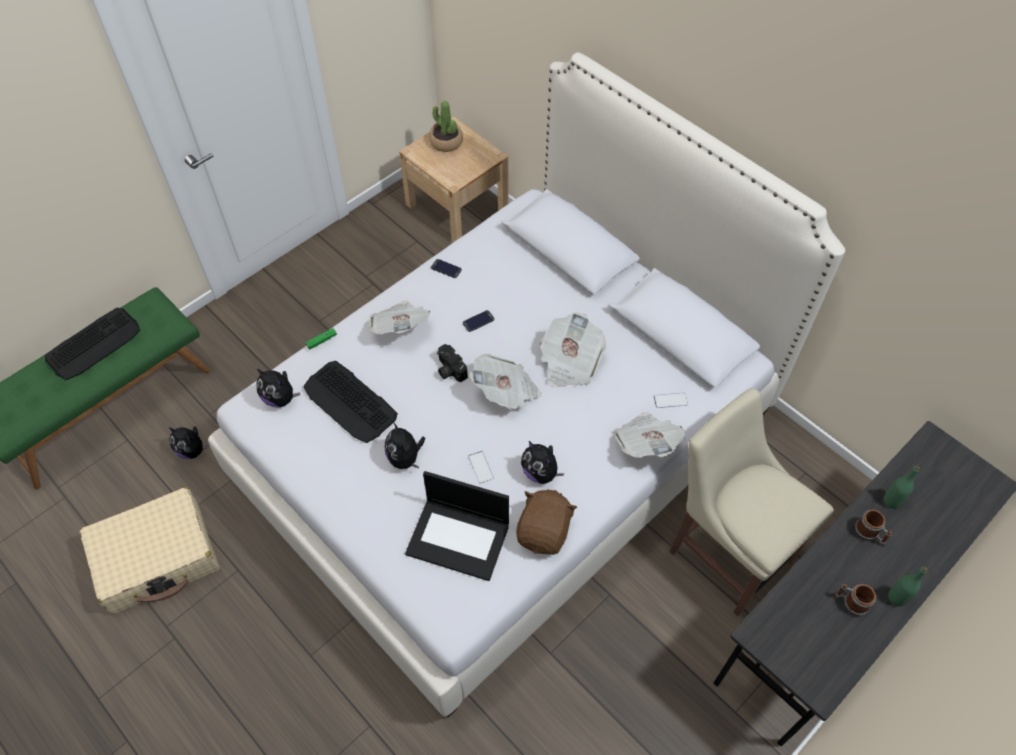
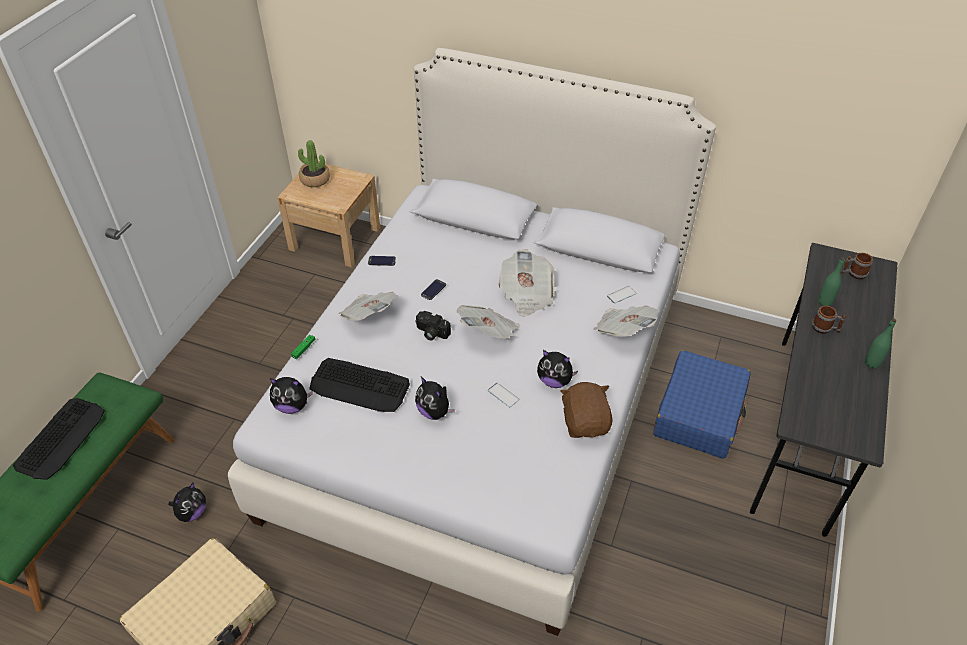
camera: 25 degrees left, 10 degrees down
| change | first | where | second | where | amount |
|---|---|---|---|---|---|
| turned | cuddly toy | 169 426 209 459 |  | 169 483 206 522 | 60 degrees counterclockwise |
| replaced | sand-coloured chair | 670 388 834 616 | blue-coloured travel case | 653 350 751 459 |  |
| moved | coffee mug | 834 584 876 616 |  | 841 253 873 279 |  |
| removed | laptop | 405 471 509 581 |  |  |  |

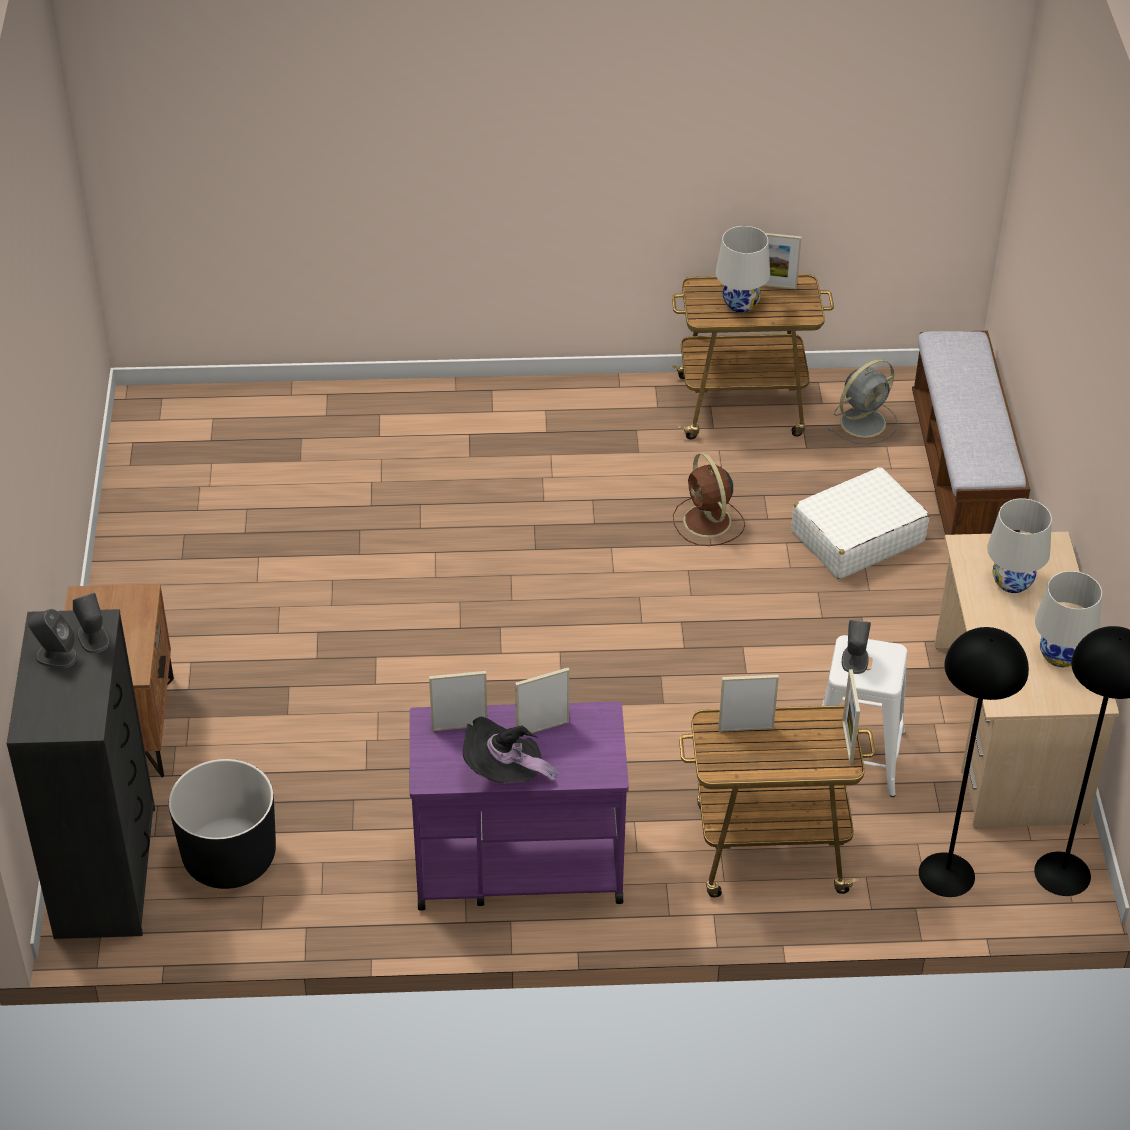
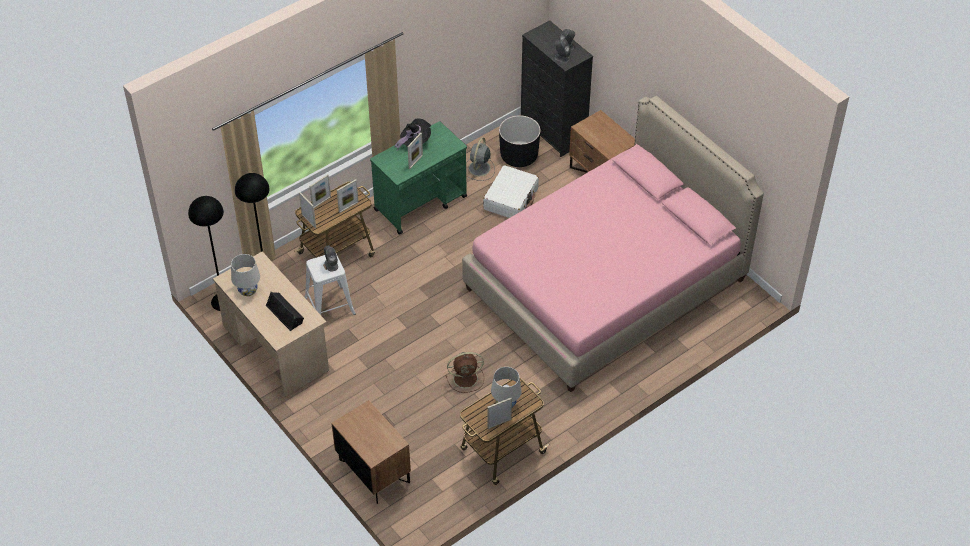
camera: 145 degrees right, 5 degrees up
| change | first | where | second | where | amount |
|---|---|---|---|---|---|
| replaced | white table lamp | 987 498 1052 593 | black speaker | 266 292 304 331 |  |
| moved | standing frame | 429 671 487 731 |  | 310 174 331 208 |  |
| replaced | long seat | 912 331 1030 535 | brownish bedside table | 332 400 411 504 |  |
| recoloured | purplish cart | 410 702 629 911 | greenish cart | 370 121 467 235 |  |
| turned | brownish electric fan | 673 453 745 546 |  | 446 352 484 393 | 135 degrees clockwise |
| added |  |  | pinkish sleeping bed | 462 96 764 392 |  |
| moved | gray electric fan | 828 359 898 444 |  | 466 137 495 181 |  |
| moved | white travel case | 791 467 929 579 |  | 483 165 539 218 |  |

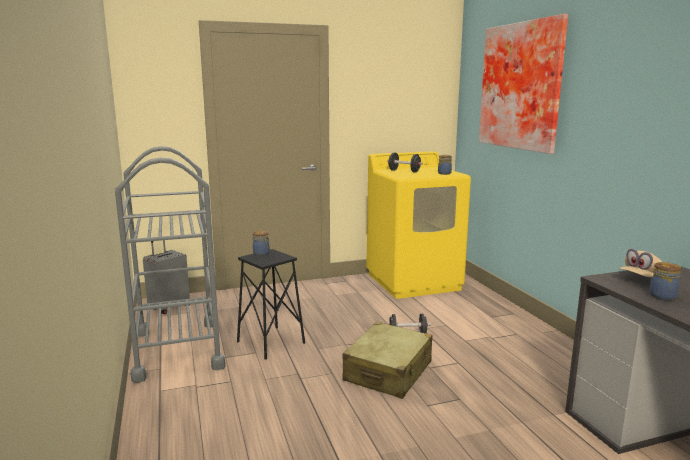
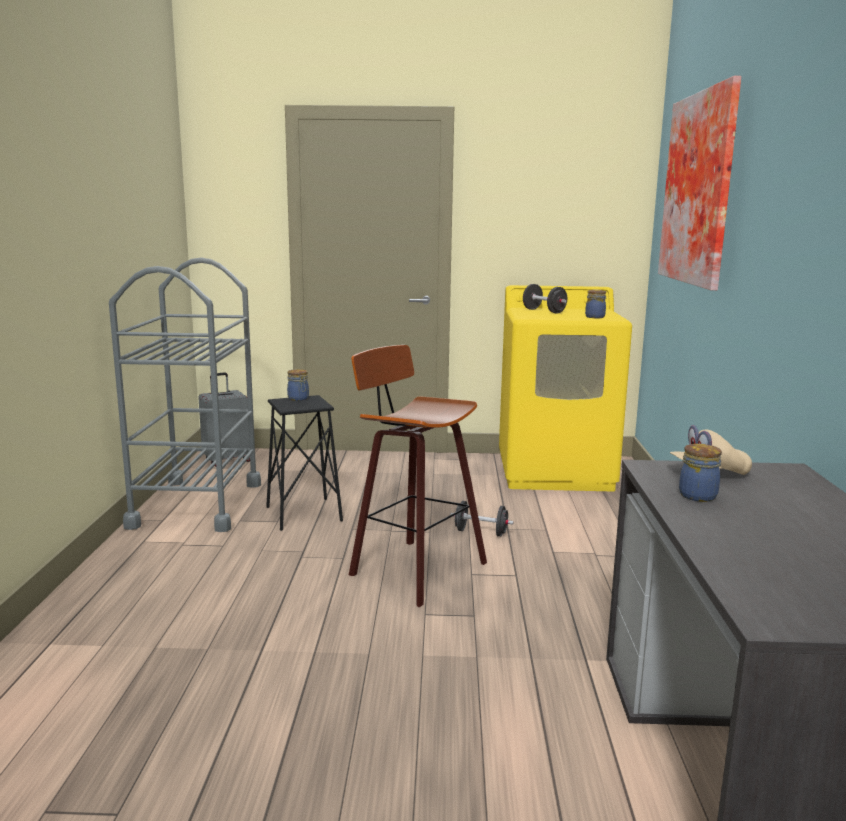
camera: 20 degrees right, 0 degrees up
| change | first | where | second | where | amount |
|---|---|---|---|---|---|
| replaced | sand-coloured travel case | 342 322 432 399 | stool seat | 349 345 487 607 |  |

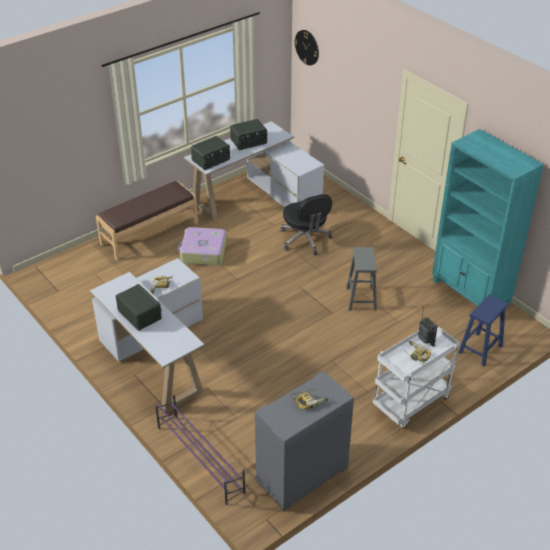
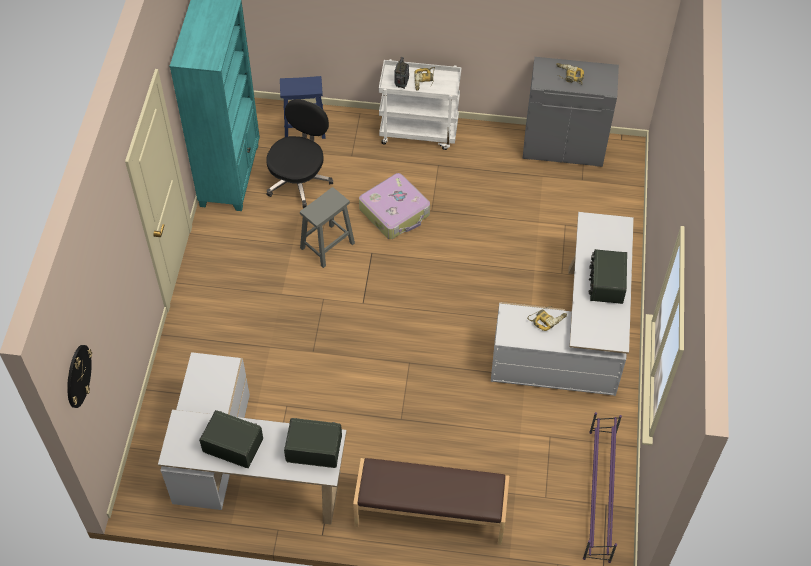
camera: 135 degrees left, 15 degrees up
| change | first | where | second | where | amount |
|---|---|---|---|---|---|
| moved | black computer chair | 281 194 332 255 |  | 266 99 333 208 |  |
| moved | travel case | 178 227 227 266 |  | 359 173 430 239 |  |
| moved | purplish shoe shelf | 155 395 246 505 |  | 583 412 622 563 |  |

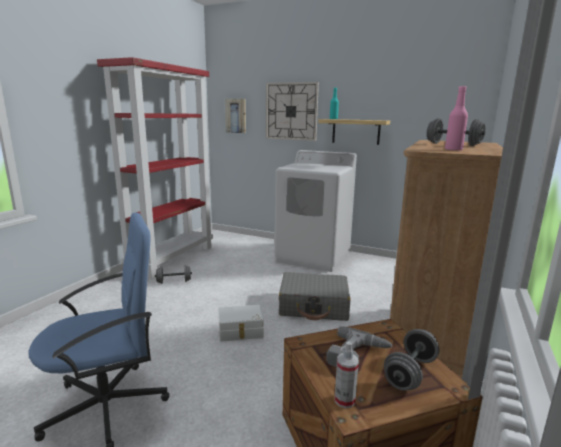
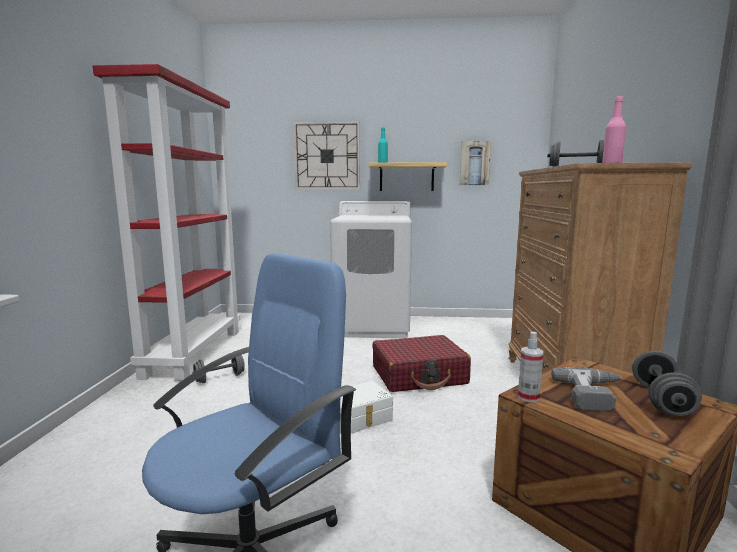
camera: 20 degrees left, 5 degrees down
| change | first | where | second | where | amount |
|---|---|---|---|---|---|
| recoloured | gray travel case | 279 272 351 321 | reddish travel case | 372 335 471 392 |  |
| moved | wall picture | 225 99 246 133 |  | 460 141 491 185 |  |
| moved | spray bottle | 335 341 359 408 |  | 518 332 543 402 |  |

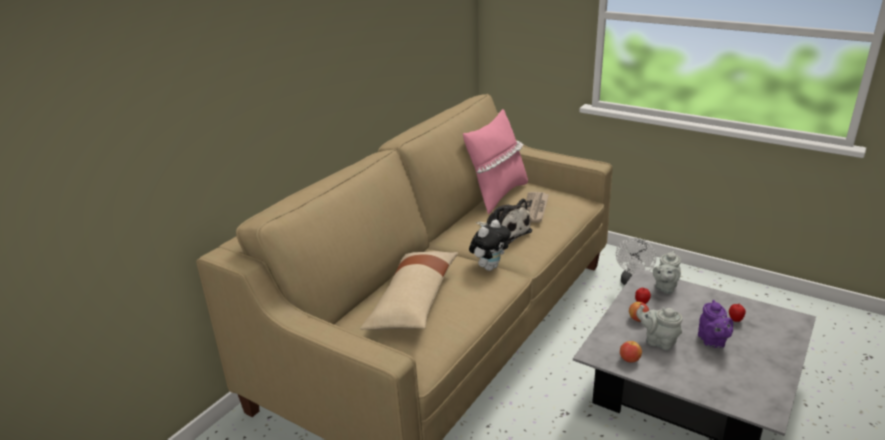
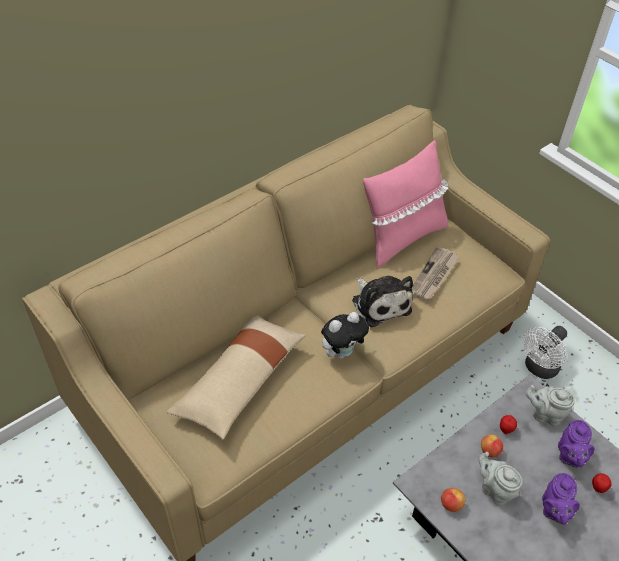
camera: 15 degrees right, 20 degrees up
| change | first | where | second | where | amount |
|---|---|---|---|---|---|
| turned | gray tea pot | 653 251 681 294 |  | 526 385 575 426 | 60 degrees clockwise |
| added |  |  | purplish tea pot | 558 420 594 468 |  |

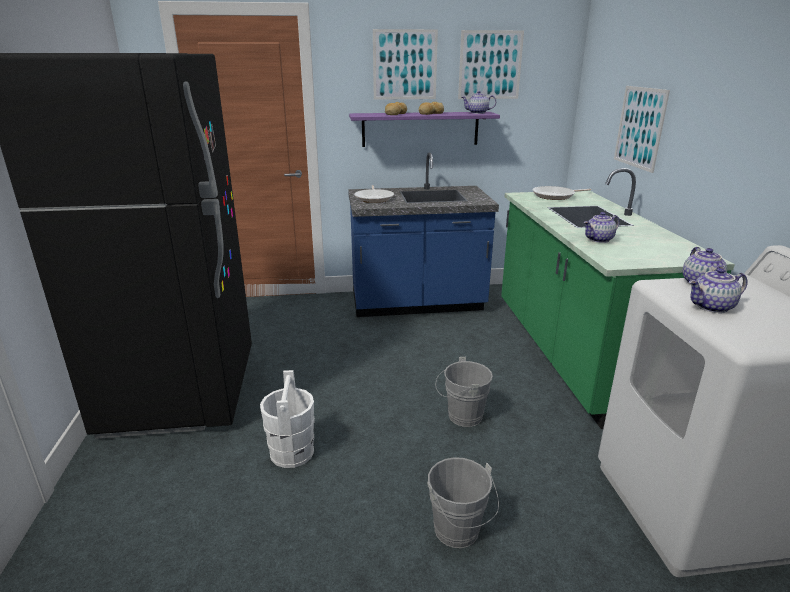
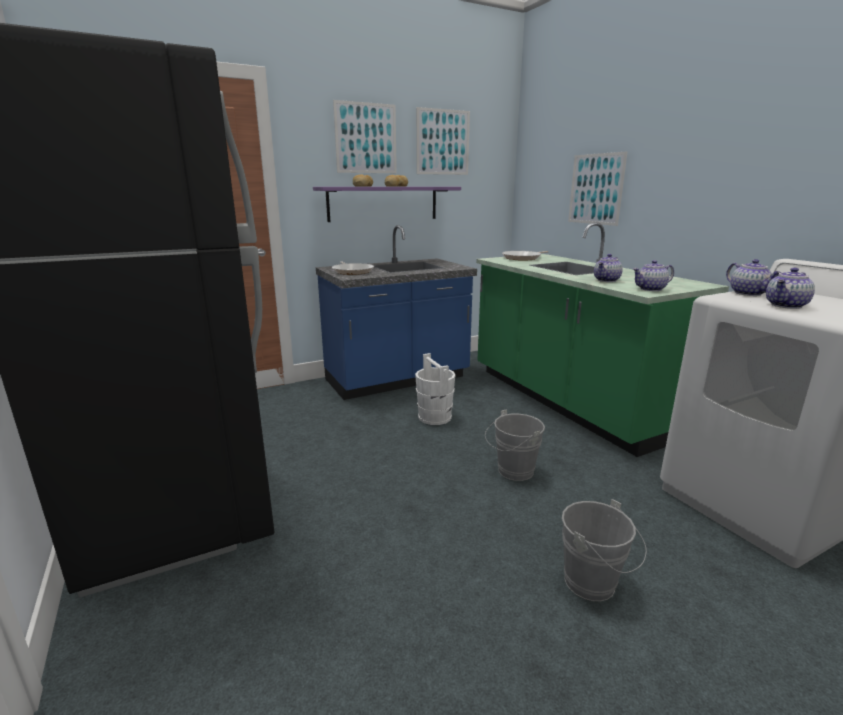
camera: 20 degrees left, 5 degrees down
| change | first | where | second | where | amount |
|---|---|---|---|---|---|
| moved | white pail | 260 370 315 468 |  | 415 353 456 425 |  |
| moved | tea pot | 462 91 496 114 |  | 633 260 674 291 |  |

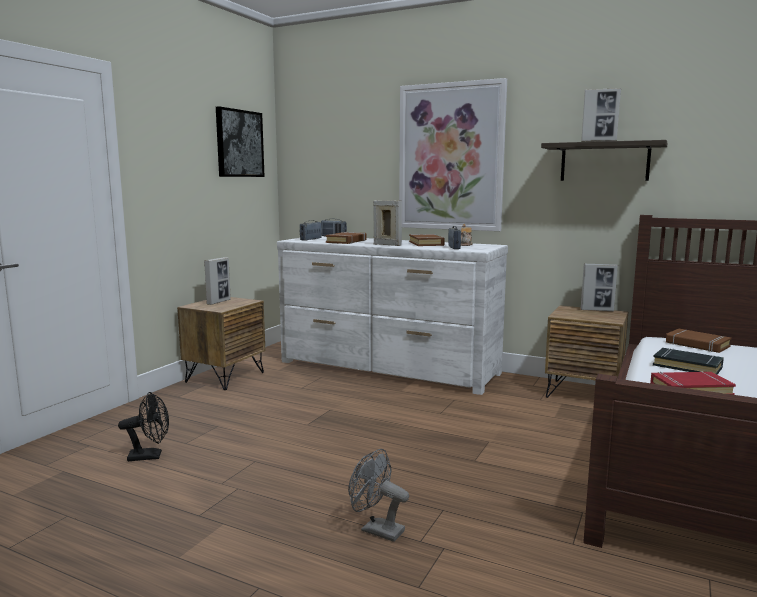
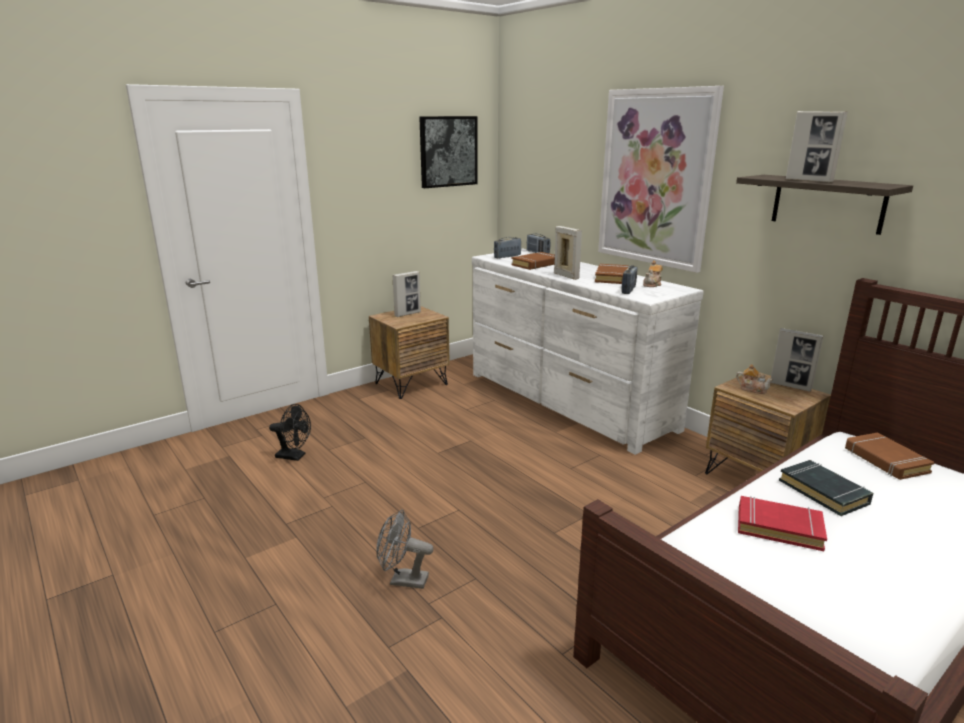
camera: 25 degrees right, 10 degrees up
| change | first | where | second | where | amount |
|---|---|---|---|---|---|
| turned | gray electric fan | 348 449 409 542 |  | 376 509 433 589 | 45 degrees counterclockwise |
| added |  |  | tea pot | 736 364 773 394 |  |

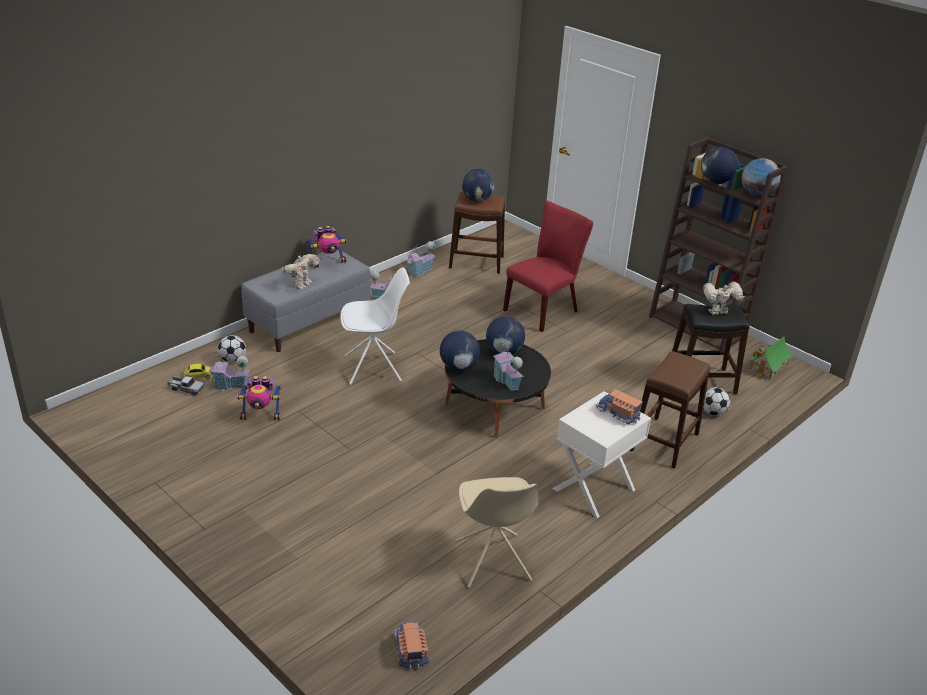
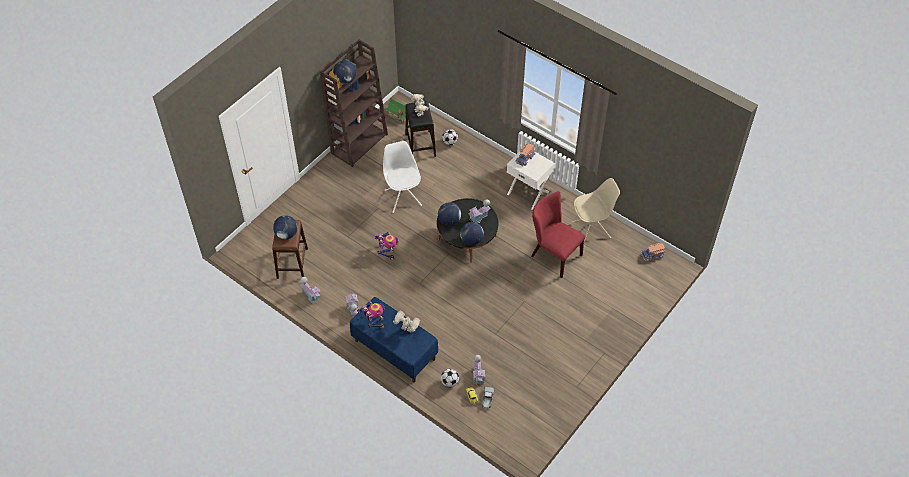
camera: 95 degrees left, 20 degrees up
| change | first | where | second | where | amount |
|---|---|---|---|---|---|
| recoloured | gray long seat | 241 249 371 352 | blue-coloured long seat | 350 297 438 382 |  |
| moved | toy robot | 237 376 281 420 |  | 375 232 399 260 |  |
| moved | white chair | 340 268 410 385 |  | 383 141 422 213 |  |
| moved | reddish chair | 503 201 593 332 |  | 531 191 586 278 |  |
| removed | brownish stool seat | 630 351 710 469 |  |  |  |
| removed | globe | 742 158 781 196 |  |  |  |

